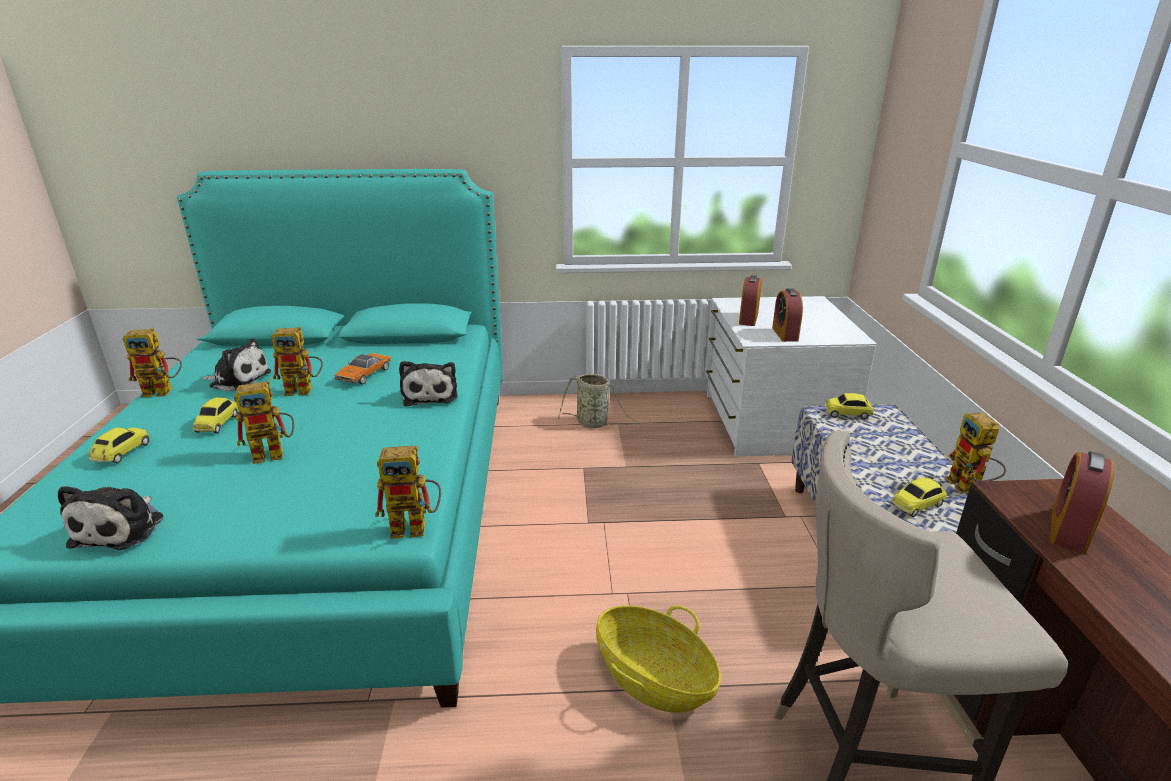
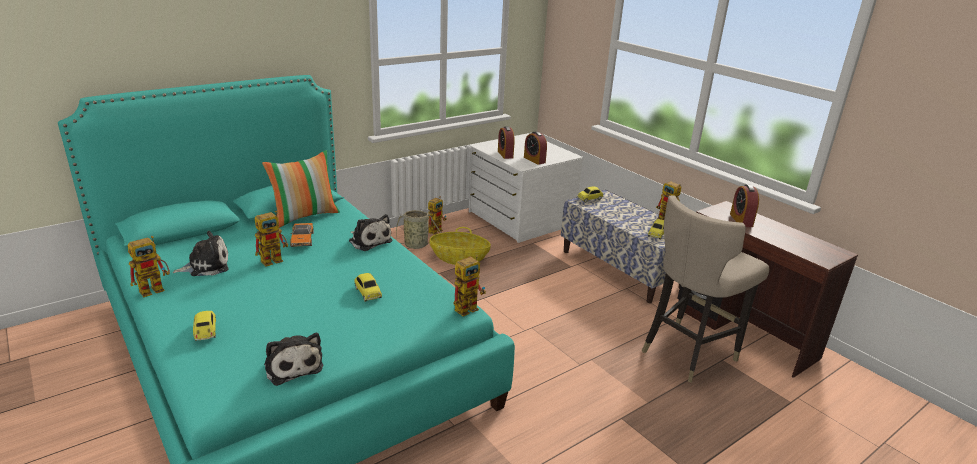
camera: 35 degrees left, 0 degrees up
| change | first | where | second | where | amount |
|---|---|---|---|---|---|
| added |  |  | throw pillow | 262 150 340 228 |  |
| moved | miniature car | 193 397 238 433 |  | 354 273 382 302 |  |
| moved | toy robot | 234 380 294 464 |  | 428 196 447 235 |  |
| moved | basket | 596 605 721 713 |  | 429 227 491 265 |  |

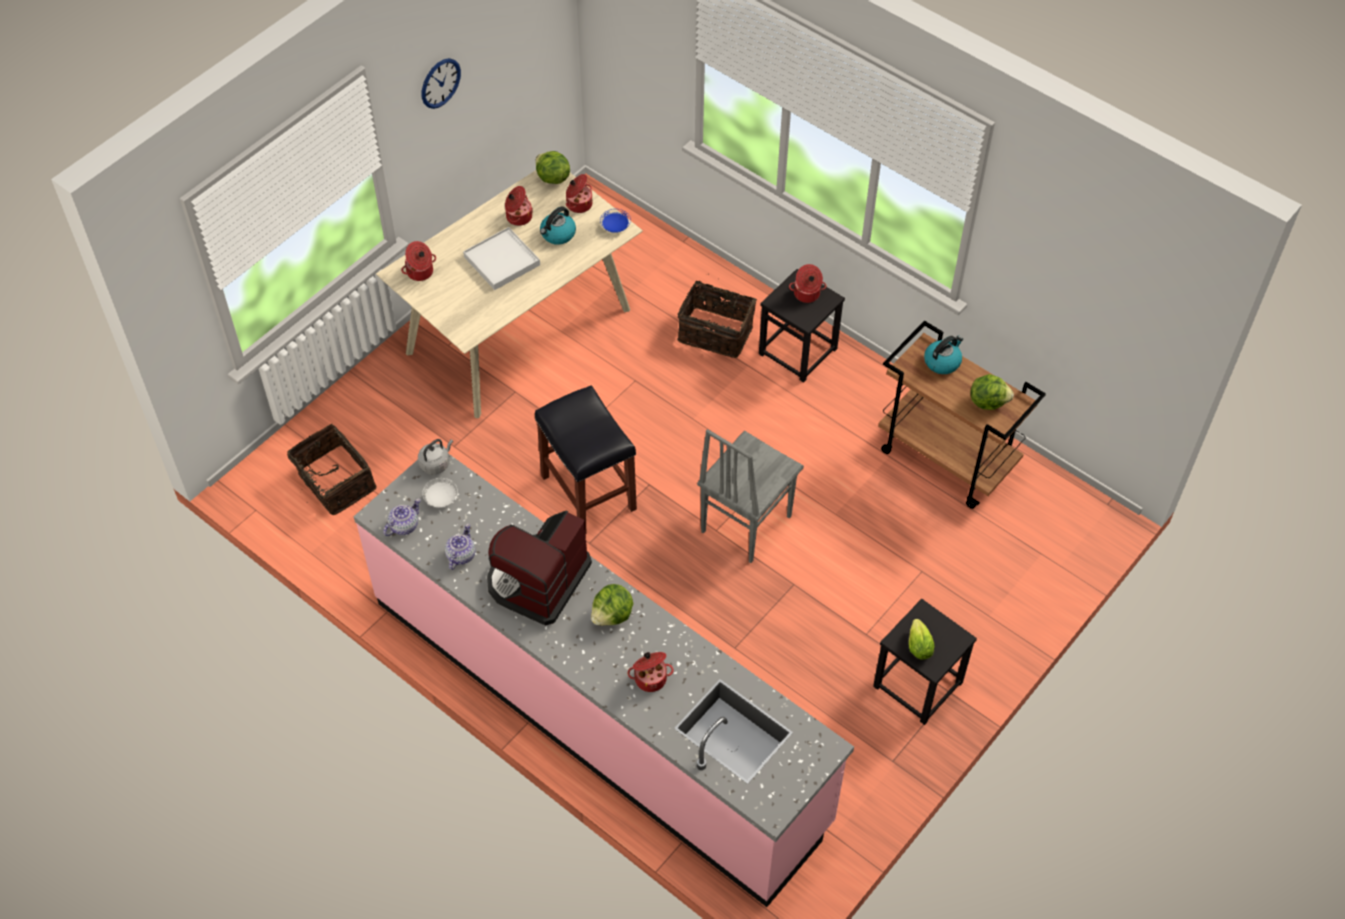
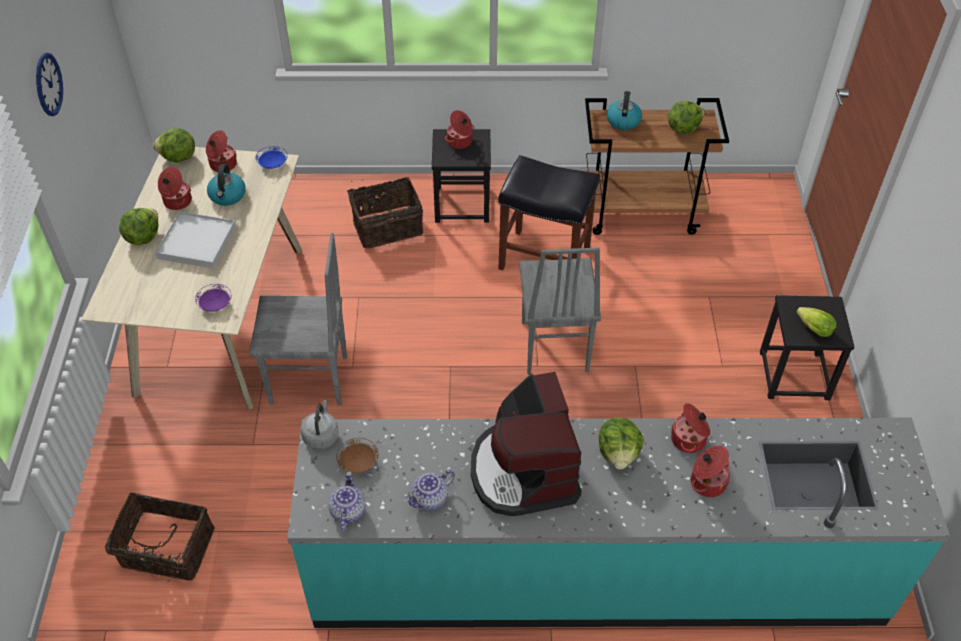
camera: 40 degrees left, 5 degrees down
| change | first | where | second | where | amount |
|---|---|---|---|---|---|
| added |  |  | head of lettuce | 119 208 159 245 |  |
| added |  |  | purplish plate | 195 284 231 312 |  |
| added |  |  | gray chair | 249 233 347 406 |  |
| recoloured | pinkish kitchen counter | 354 453 854 907 | turquoise-coloured kitchen counter | 287 418 950 628 |  |
| recoloured | white plate | 422 478 458 507 | brownish plate | 336 438 378 474 |  |
| turned | tea pot | 445 524 476 570 |  | 404 470 455 510 | 105 degrees counterclockwise |
| moved | black stool seat | 535 385 637 532 |  | 499 155 599 270 |  |
| moved | stockpot | 401 241 436 281 |  | 671 403 710 453 |  |

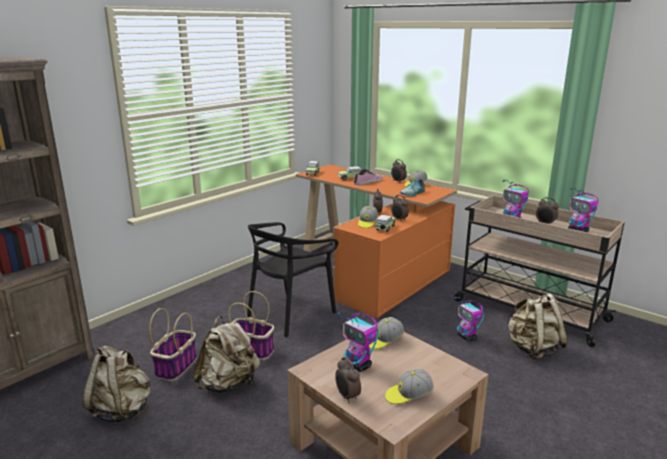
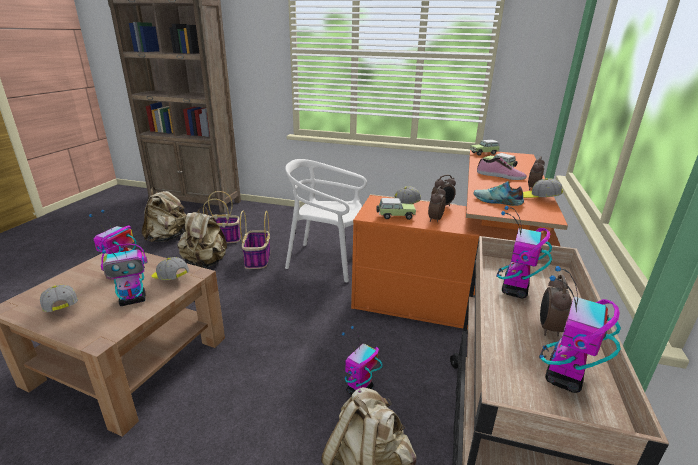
camera: 65 degrees right, 5 degrees up
| change | first | where | second | where | amount |
|---|---|---|---|---|---|
| added |  |  | toy robot | 101 244 147 306 |  |
| recoloured | black chair | 247 222 338 337 | white chair | 285 159 367 282 |  |
| removed | bedside clock | 335 357 361 403 |  |  |  |

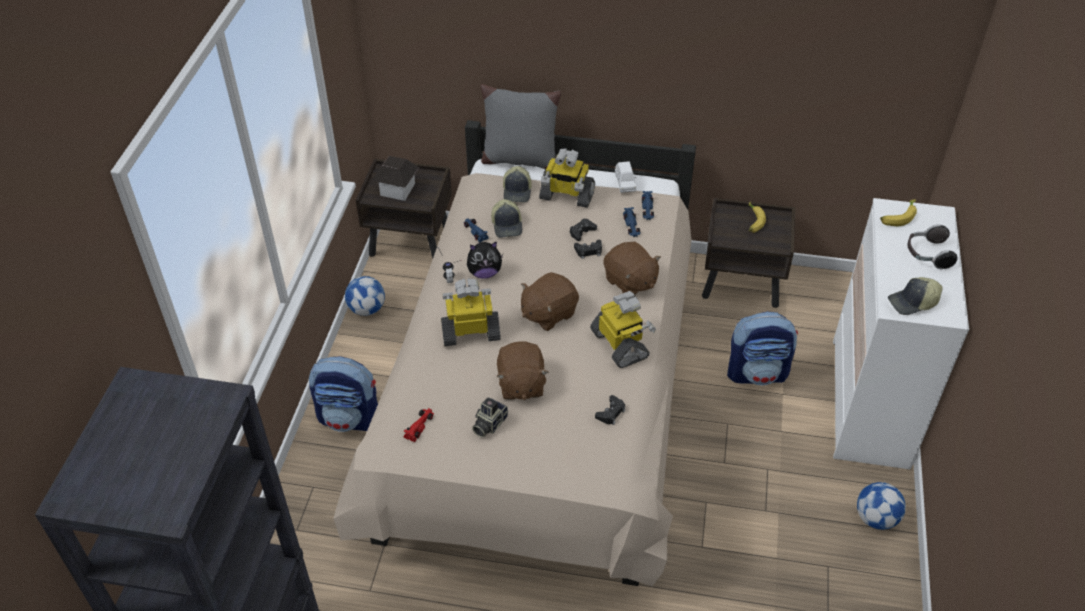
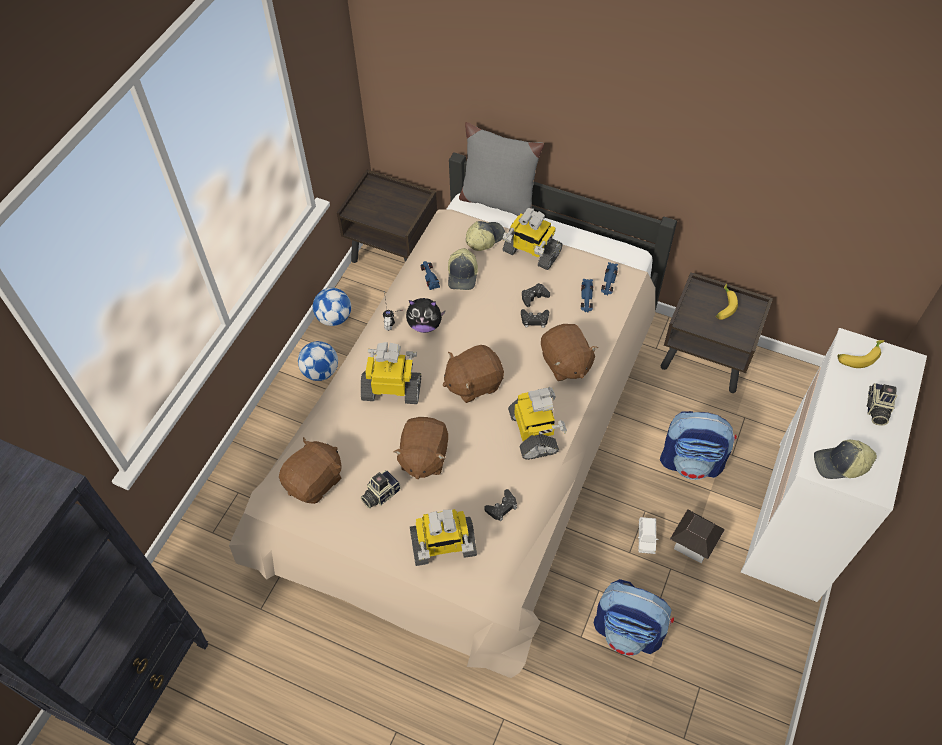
camera: 15 degrees right, 10 degrees up
| change | first | where | second | where | amount |
|---|---|---|---|---|---|
| replaced | reddish miniature car | 404 408 434 442 | brownish cuddly toy | 279 437 342 504 |  |
| moved | football ball | 857 482 906 530 |  | 298 341 338 381 |  |
| added |  |  | toy robot | 410 509 477 566 |  |
| turned | peaked cap | 503 166 532 202 |  | 466 221 505 251 | 150 degrees counterclockwise |
| moved | knapsack | 309 356 378 432 |  | 594 579 674 656 |  |
| moved | white miniature car | 615 162 636 193 |  | 638 517 658 554 |  |
| moved | toy house | 372 156 419 201 |  | 670 509 725 563 |  |
| replaced | headset | 908 224 958 270 | photo camera | 867 383 897 426 |  |

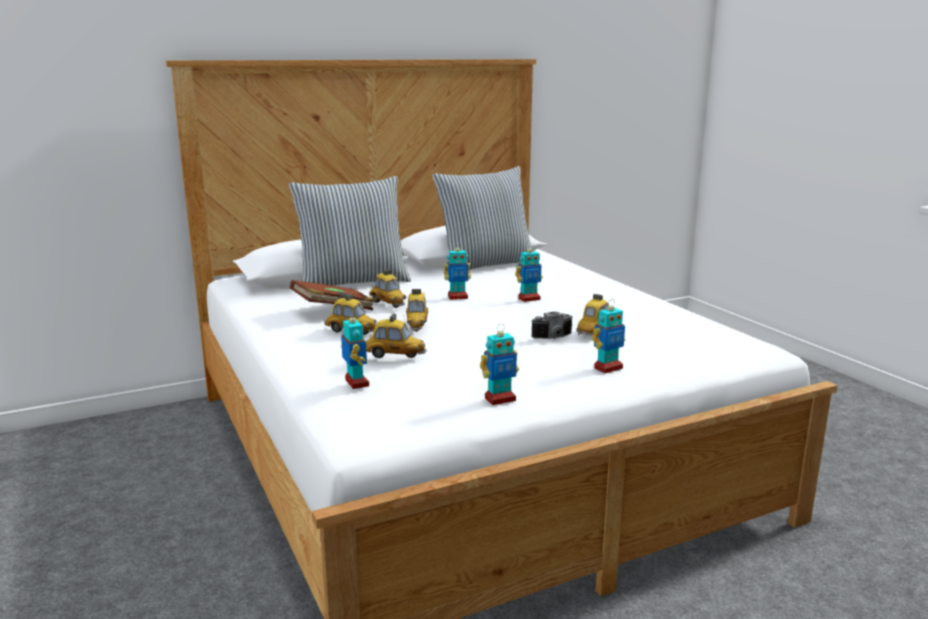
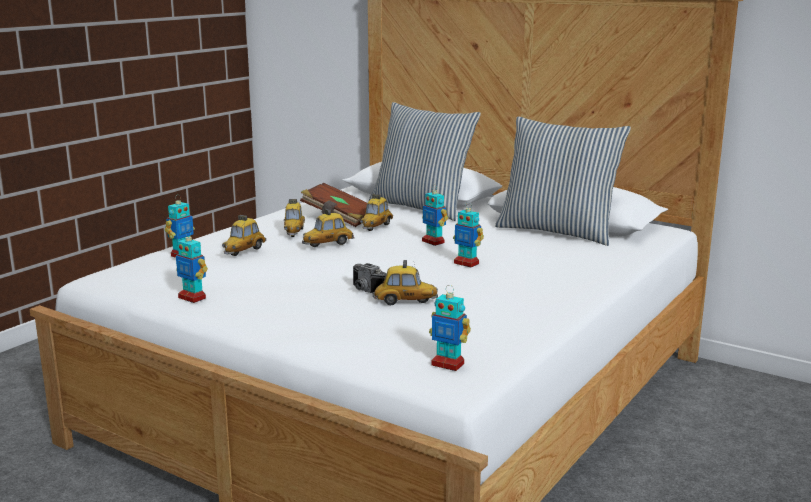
camera: 60 degrees right, 0 degrees up
| change | first | where | second | where | amount |
|---|---|---|---|---|---|
| turned | miniature car | 366 314 426 358 |  | 222 215 266 256 | 45 degrees clockwise |
| moved | toy robot | 592 299 625 373 |  | 429 285 471 371 |  |

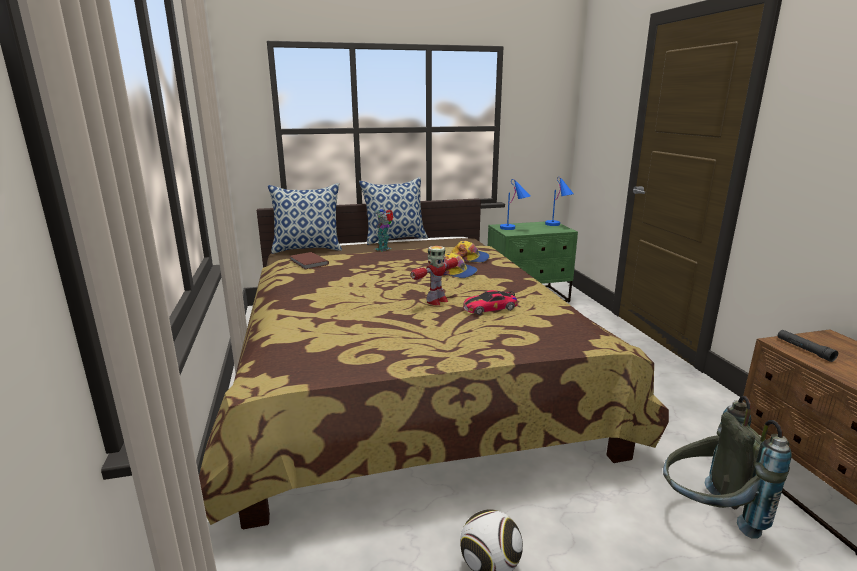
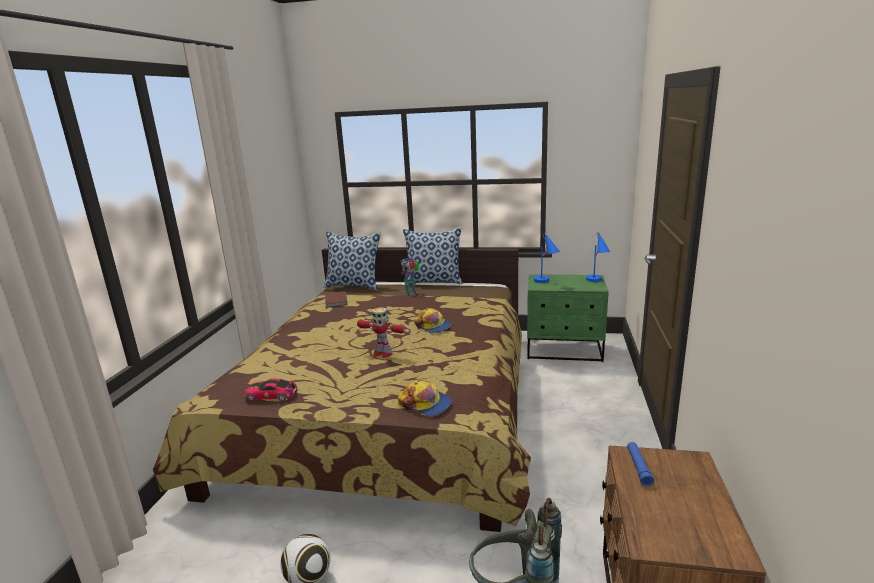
camera: 25 degrees right, 0 degrees up
| change | first | where | second | where | amount |
|---|---|---|---|---|---|
| moved | miniature car | 463 290 517 315 |  | 244 378 298 401 |  |
| turned | toy robot | 411 246 458 305 |  | 357 307 406 358 | 45 degrees clockwise |
| moved | peaked cap | 450 241 490 263 |  | 398 380 452 417 |  |
| recoloured | black flashlight | 778 330 838 362 | blue-coloured flashlight | 627 442 654 487 |  |

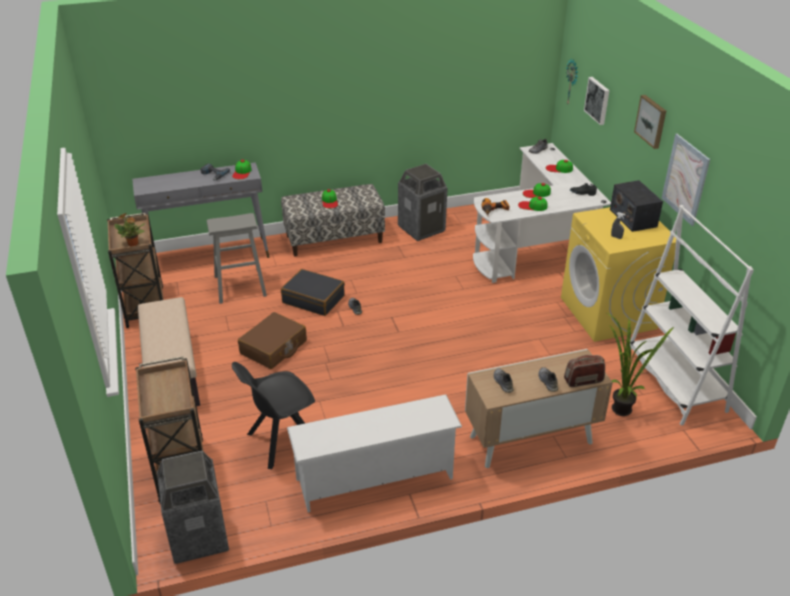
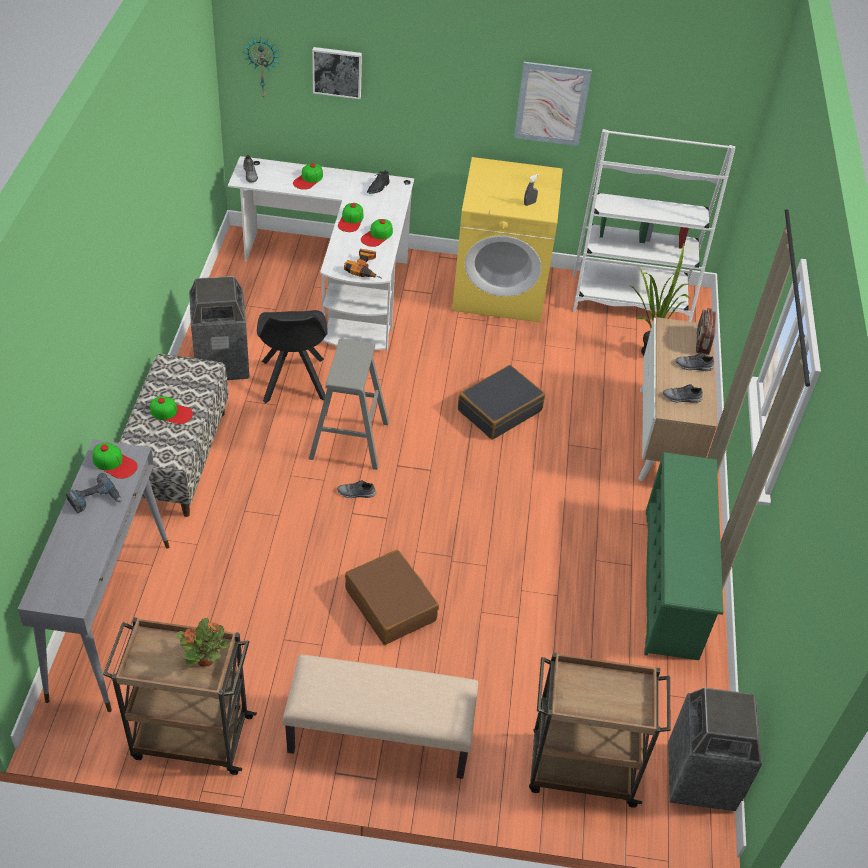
camera: 70 degrees left, 10 degrees up
| change | first | where | second | where | amount |
|---|---|---|---|---|---|
| moved | black chair | 232 362 315 469 |  | 257 310 328 403 |  |
| moved | gray stool seat | 207 213 267 304 |  | 309 339 389 470 |  |
| moved | black travel case | 281 269 345 316 |  | 458 365 545 440 |  |
| recoloured | white shoe shelf | 287 395 462 512 | greenish shoe shelf | 644 452 723 660 |  |
| removed | radio | 610 180 663 232 |  |  |  |
| removed | wall picture | 634 95 666 149 |  |  |  |

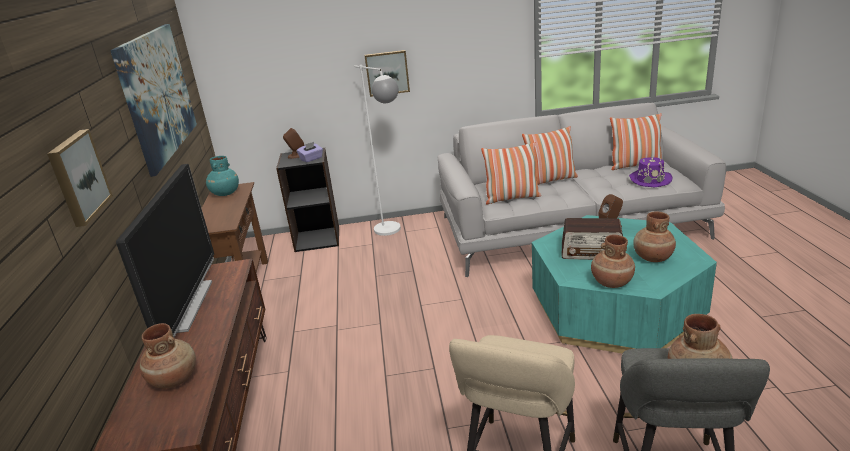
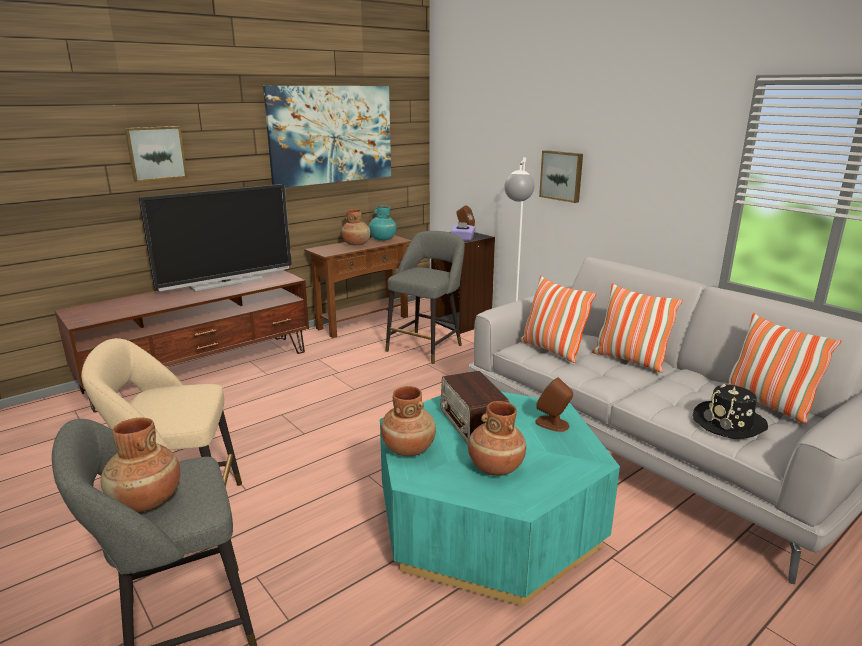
camera: 55 degrees right, 5 degrees down
| change | first | where | second | where | amount |
|---|---|---|---|---|---|
| moved | brownish vase | 140 323 196 389 |  | 342 209 370 245 |  |
| added |  |  | gray stool seat | 385 231 465 364 |  |
| recoloured | purplish wearable hat | 629 157 672 187 | black wearable hat | 692 384 768 439 |  |

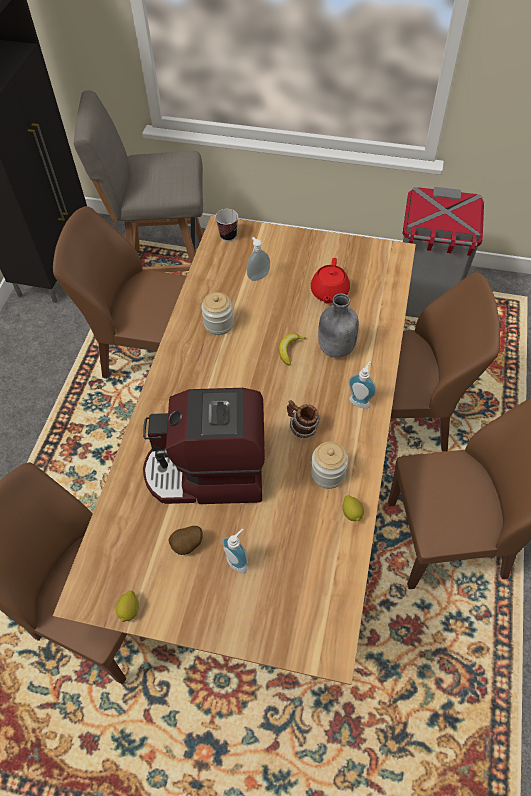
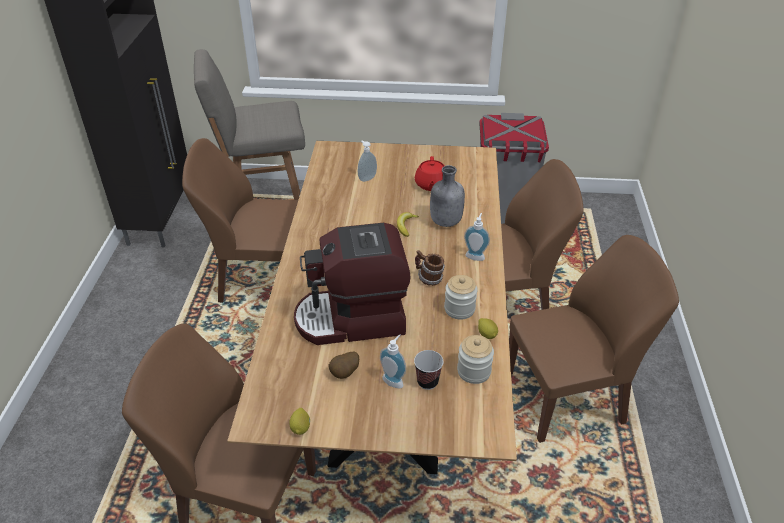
camera: 10 degrees left, 15 degrees down
| change | first | where | second | where | amount |
|---|---|---|---|---|---|
| moved | cup | 215 209 238 241 |  | 414 350 444 390 |  |
| moved | jar | 201 292 234 335 |  | 457 335 494 384 |  |

